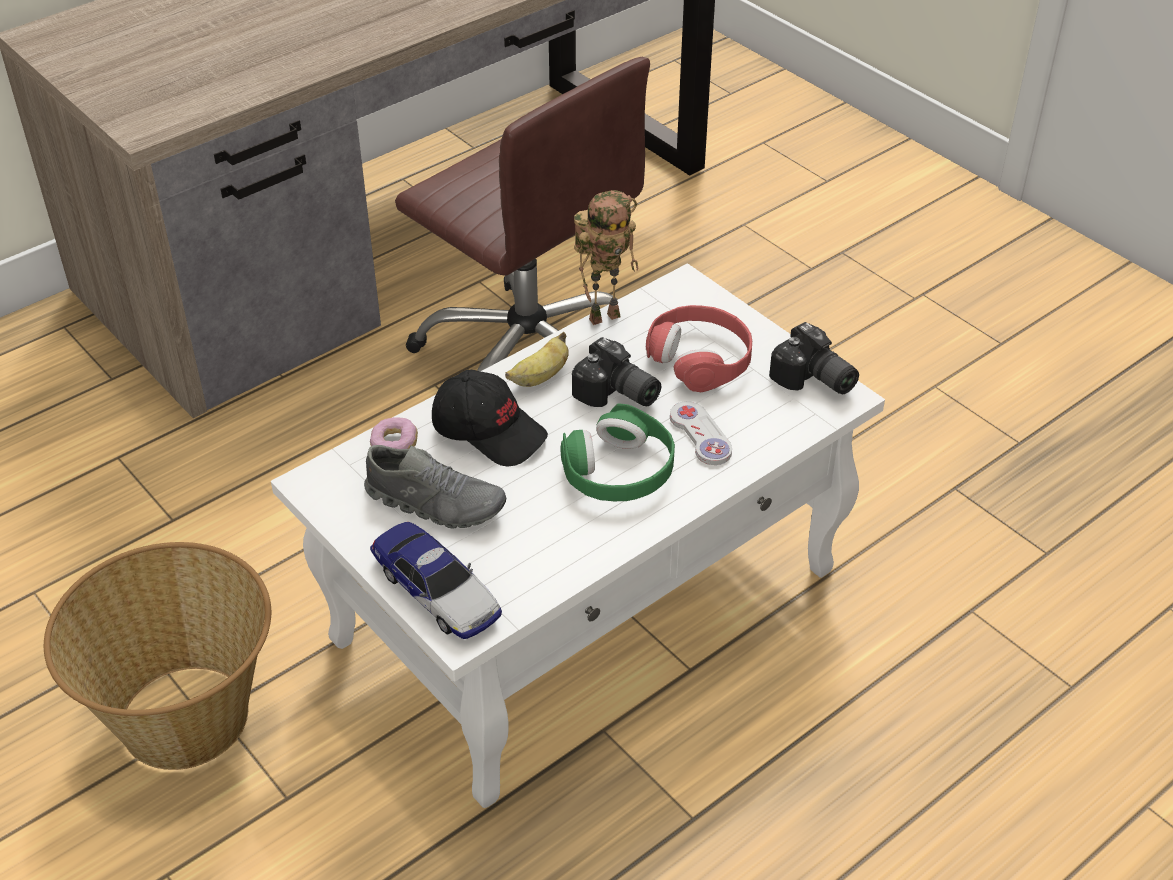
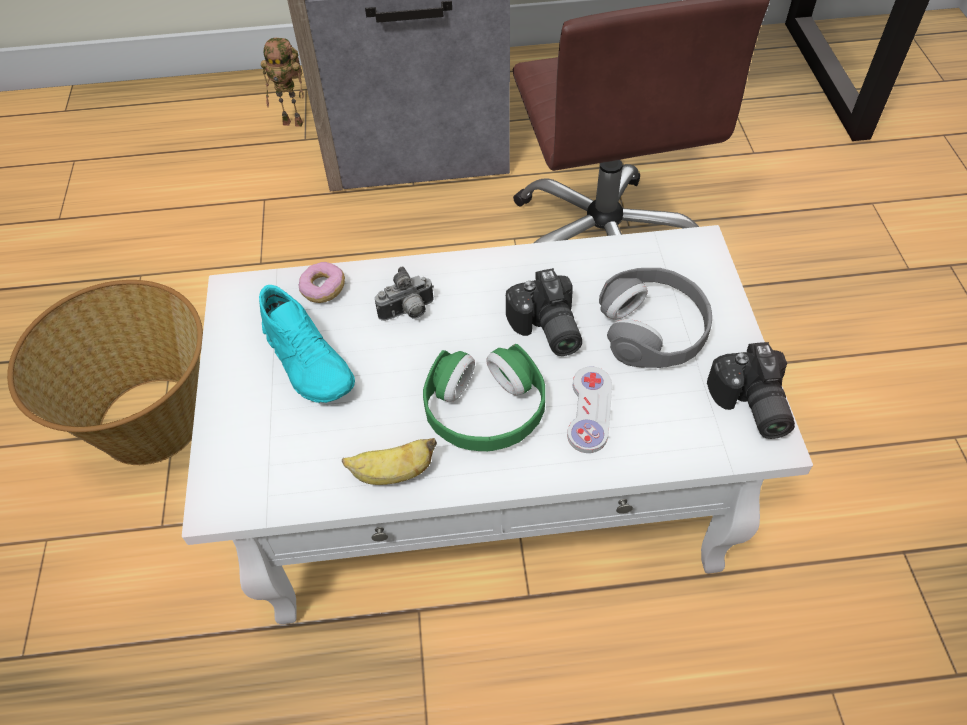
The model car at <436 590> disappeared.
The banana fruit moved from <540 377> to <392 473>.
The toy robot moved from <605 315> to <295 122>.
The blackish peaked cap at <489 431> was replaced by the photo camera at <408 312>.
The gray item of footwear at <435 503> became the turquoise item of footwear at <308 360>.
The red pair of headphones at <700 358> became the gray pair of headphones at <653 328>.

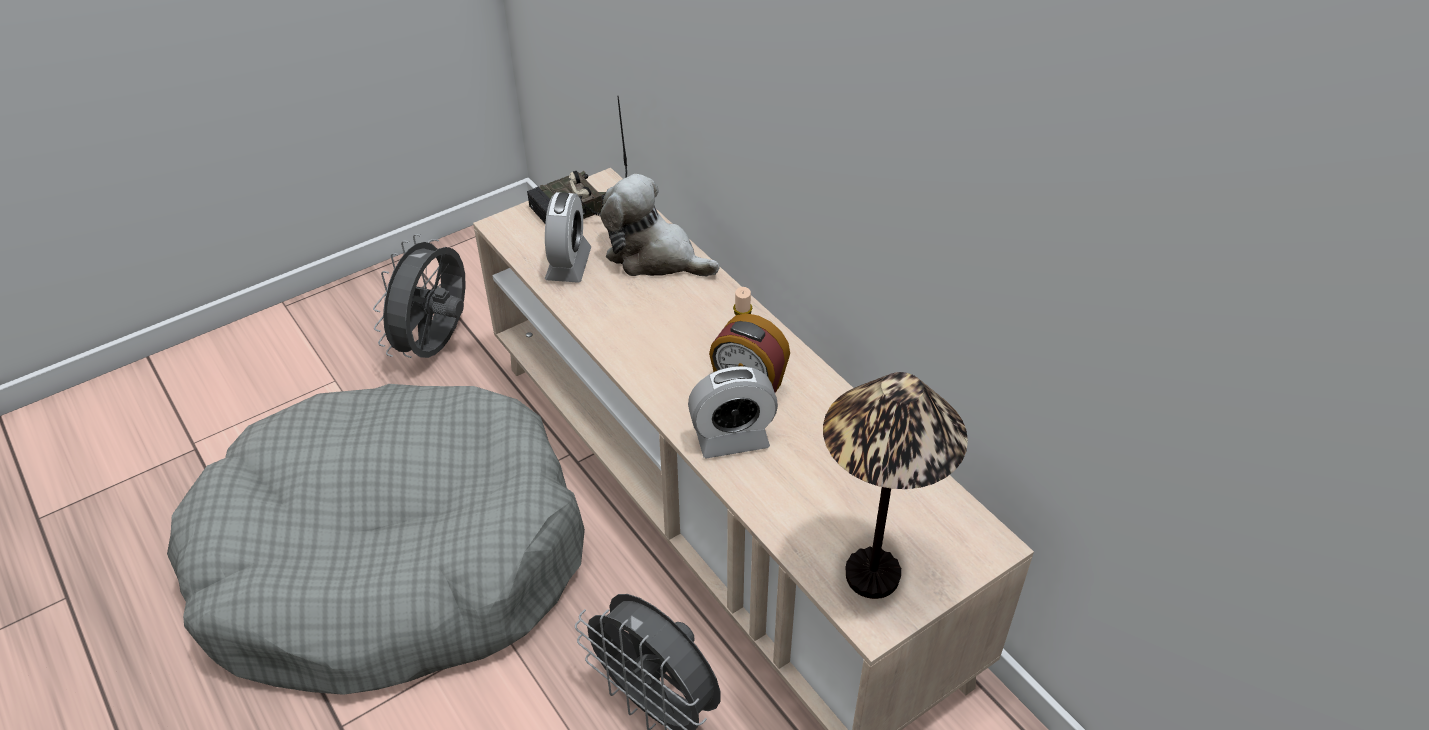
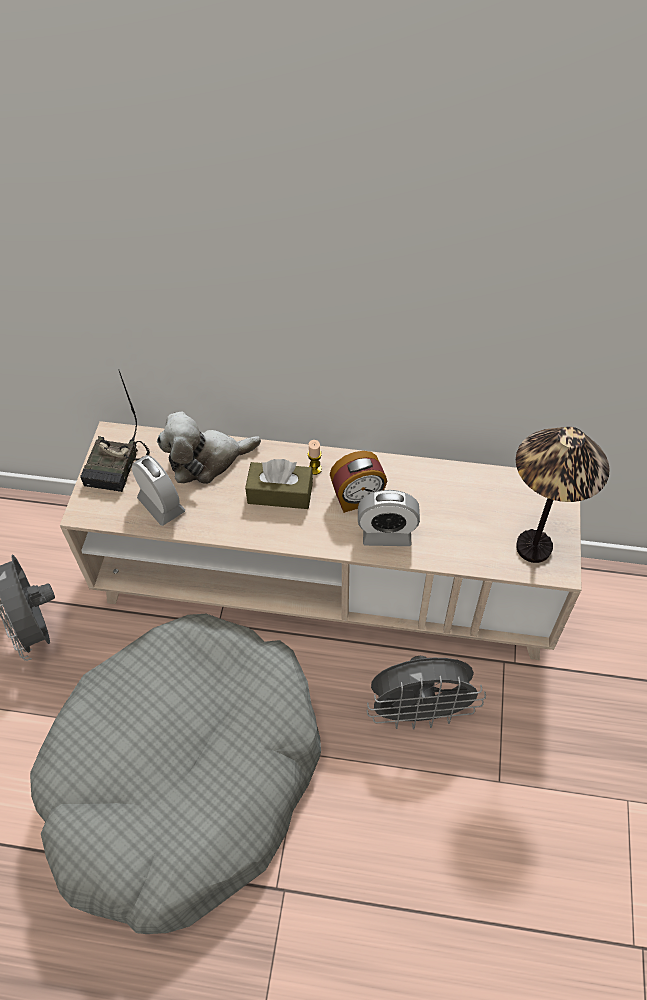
The brown-coloured box of tissues at <280 493> appeared.
The bedside clock at <732 439> turned 60 degrees clockwise.

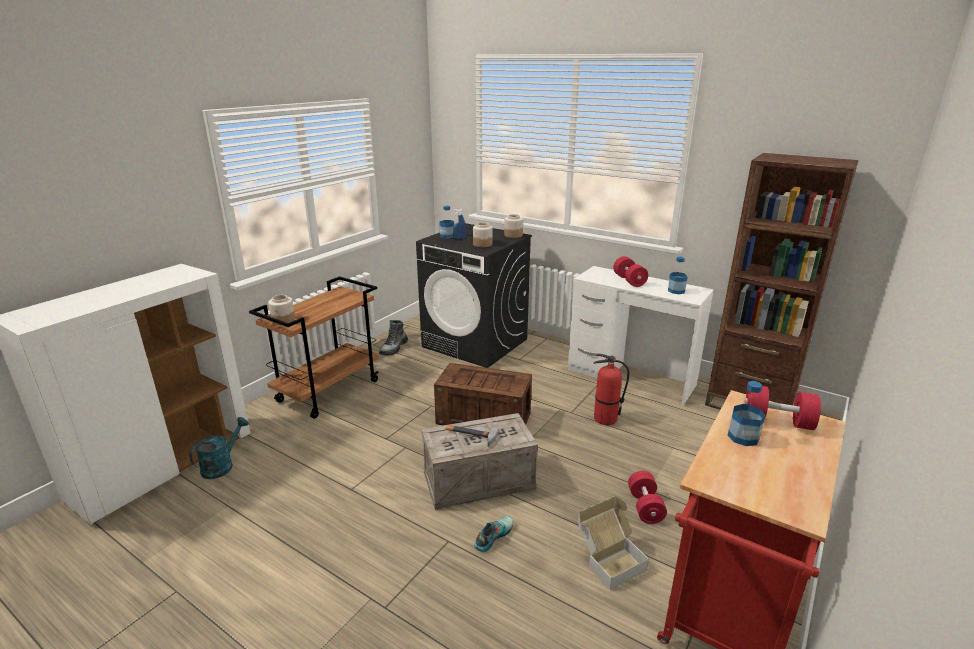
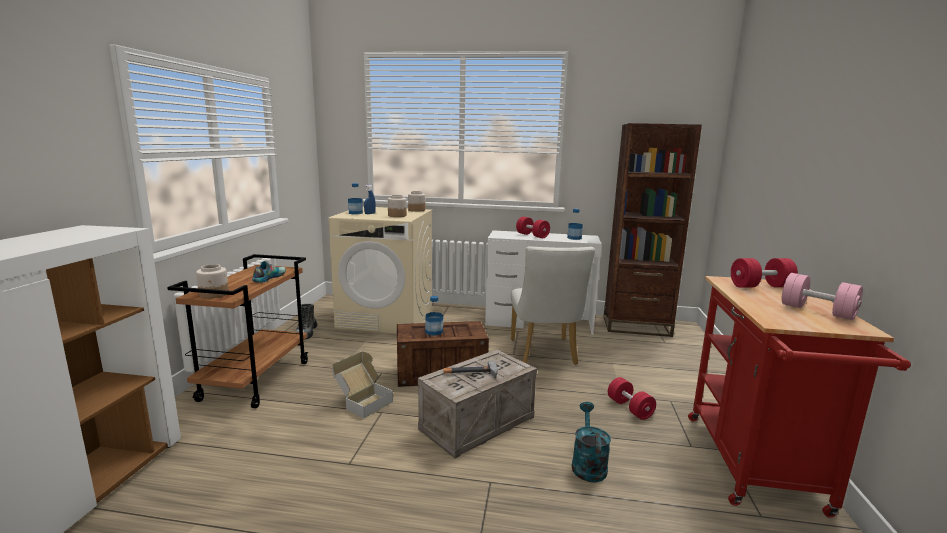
The pinkish hand weight at <817 311> appeared.
The turquoise watering pot moved from <222 465> to <587 464>.
The item of footwear moved from <493 535> to <268 277>.
The cardboard box moved from <609 559> to <362 402>.
The beverage bottle moved from <743 437> to <434 332>.
The fire-fighting cylinder at <605 419> was replaced by the whitish chair at <544 354>.
The blackish washing machine at <475 343> became the beige-coloured washing machine at <386 318>.

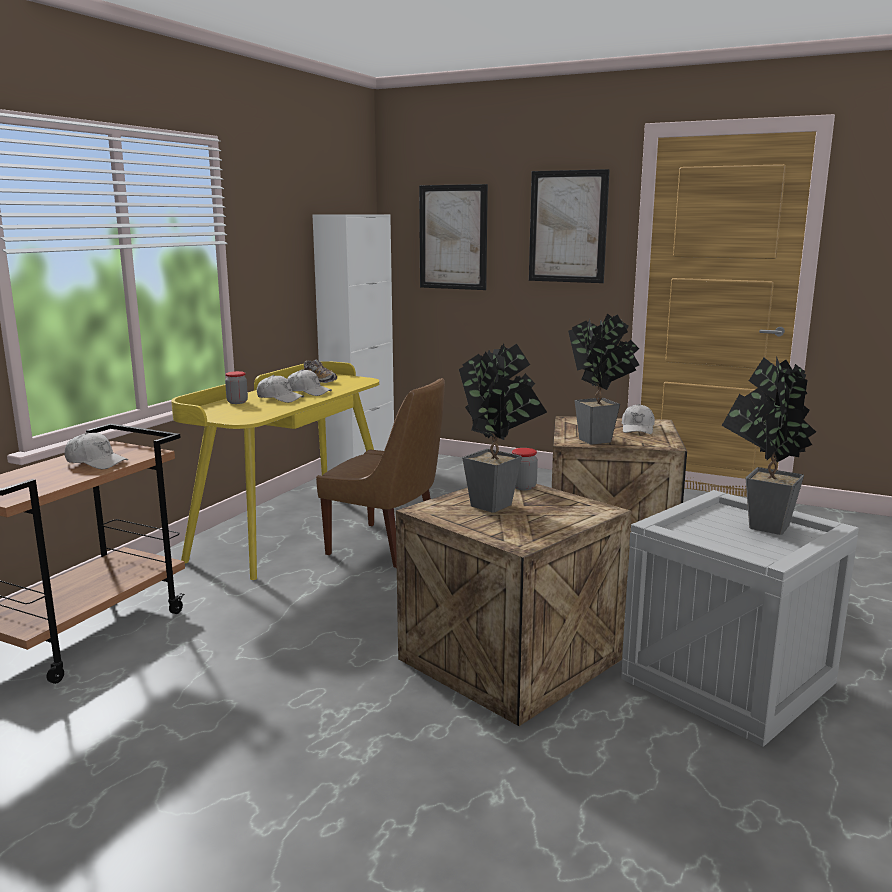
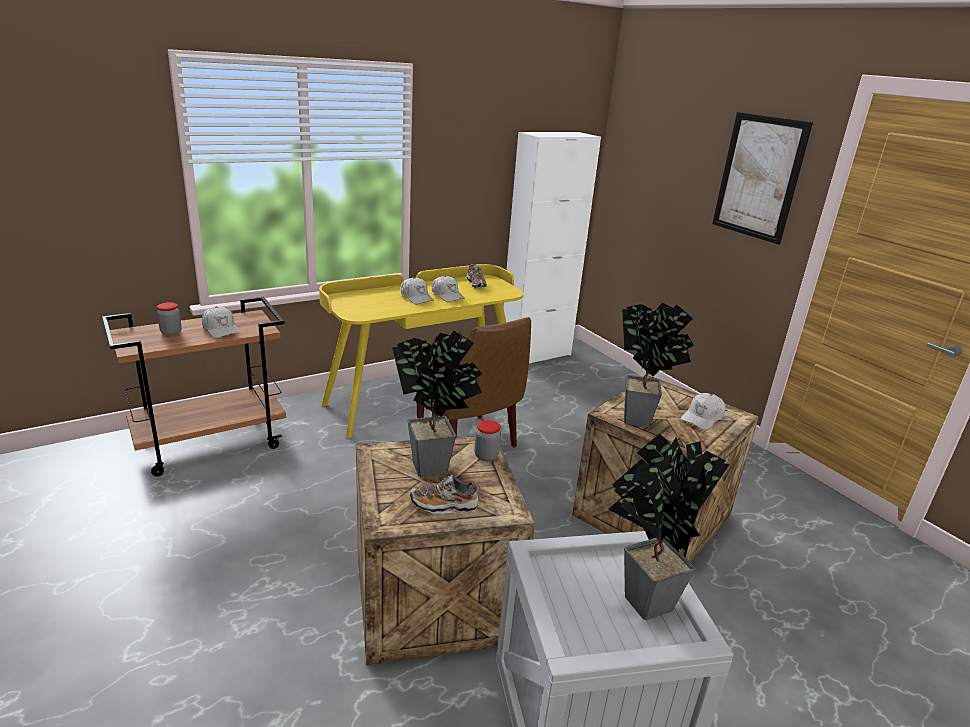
The wall picture at <453 237> disappeared.
The item of footwear at <444 505> appeared.
The preserve jar moved from <237 402> to <171 332>.

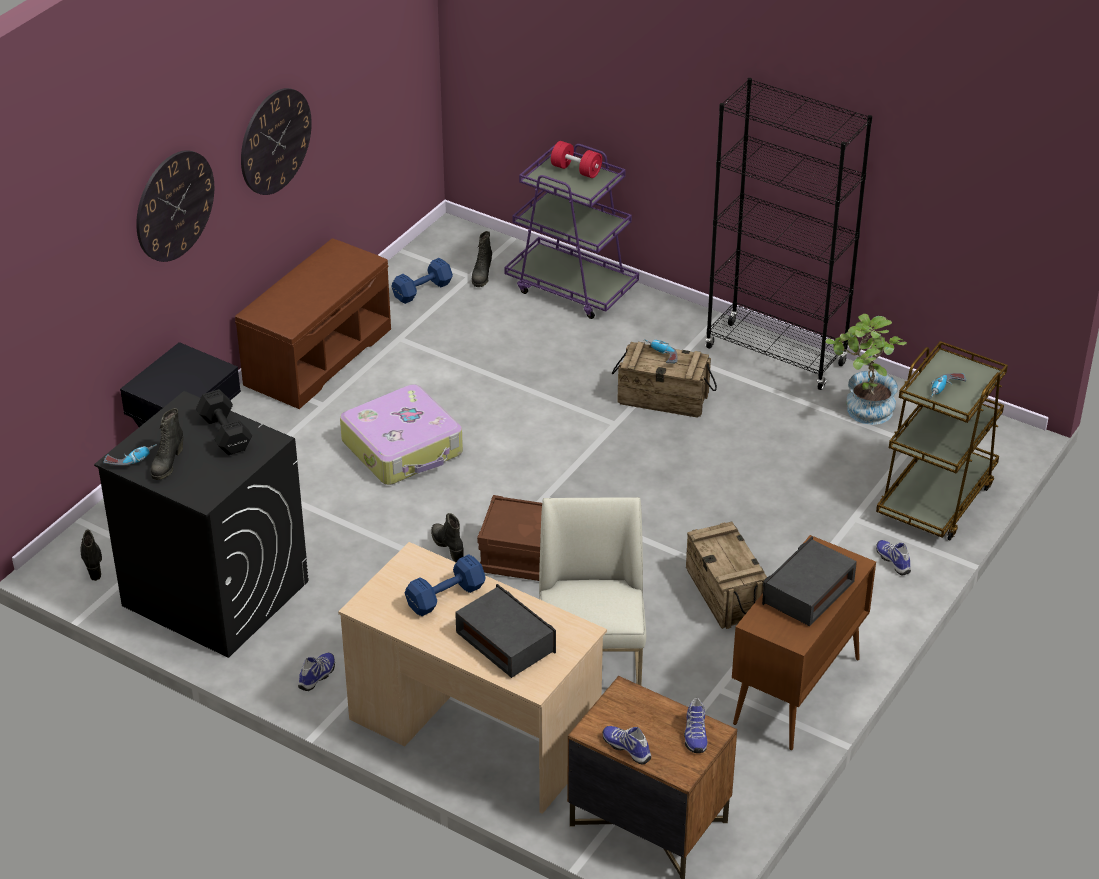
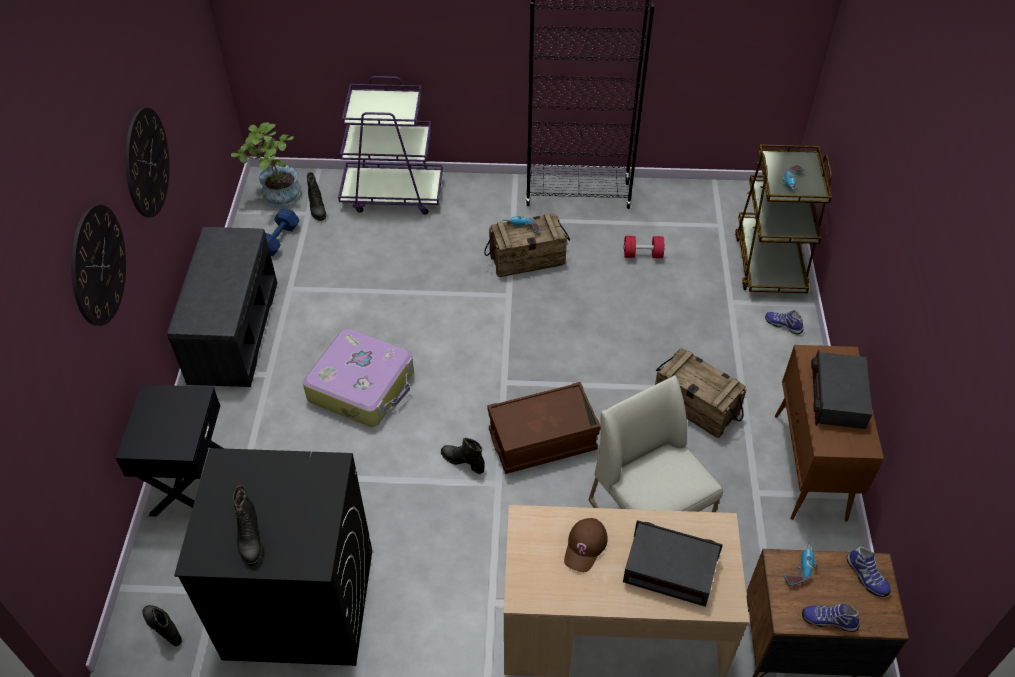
The blackish hand weight at <225 435> disappeared.
The item of footwear at <318 676> disappeared.
The electric drill moved from <131 459> to <799 566>.
The red hand weight moved from <576 170> to <642 254>.
The houseplant moved from <862 411> to <277 197>.
The bluish hand weight at <447 596> was replaced by the brown-coloured peaked cap at <585 546>.
The brown-coloured bench at <317 355> became the gray bench at <232 330>.

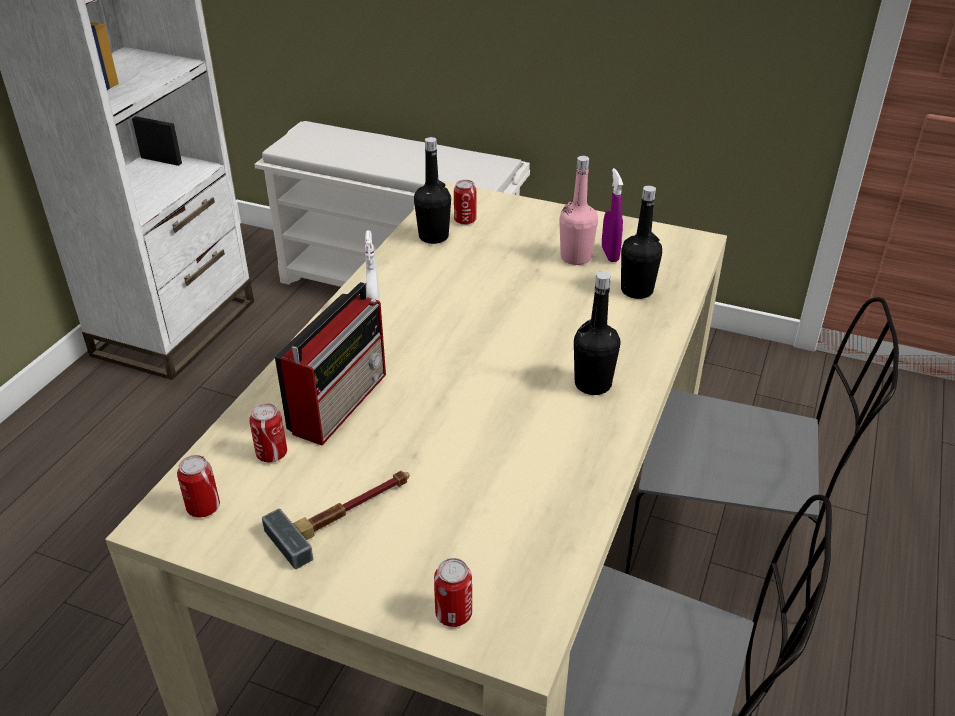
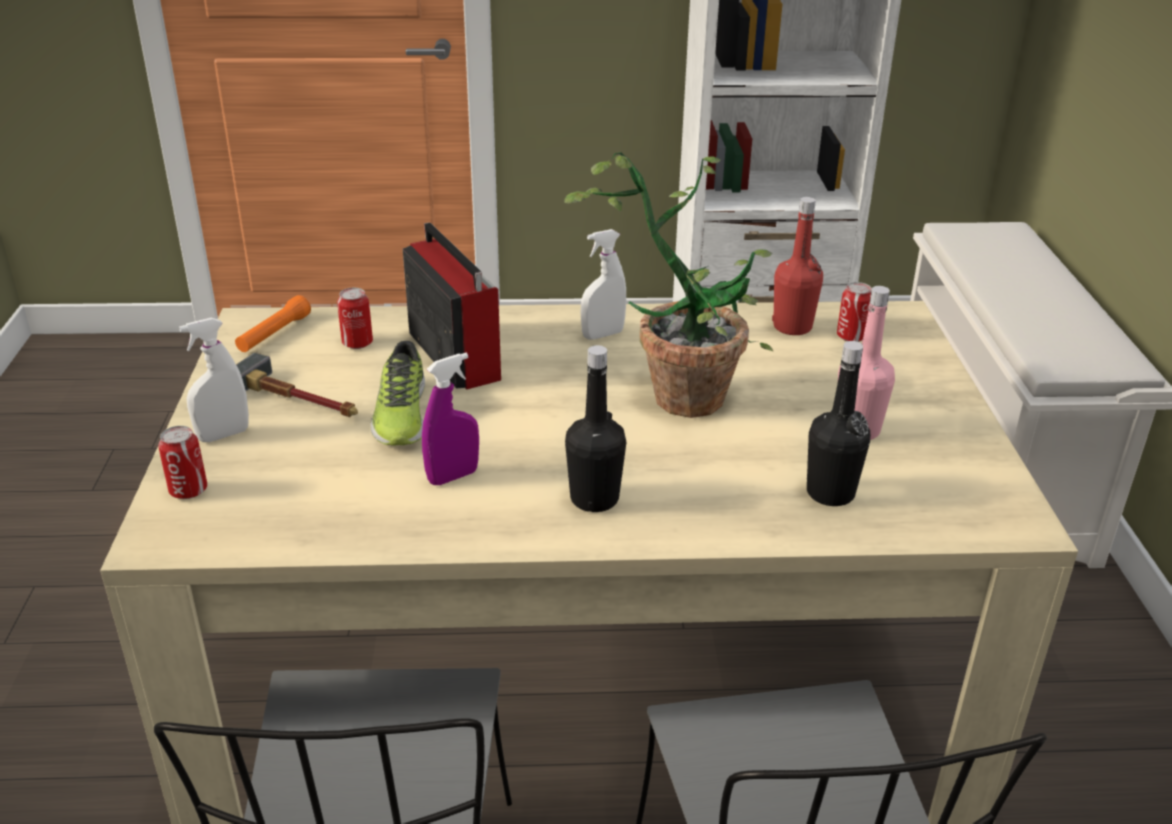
The whitish spray bottle at <223 435> appeared.
The item of footwear at <400 415> appeared.
The houseplant at <683 388> appeared.
The purple-coloured spray bottle moved from <610 254> to <453 476>.
The sealed can at <203 507> was replaced by the orangey hand torch at <274 334>.
The blackish beverage bottle at <433 237> became the red beverage bottle at <792 327>.
The radio set at <340 401> turned 120 degrees counterclockwise.

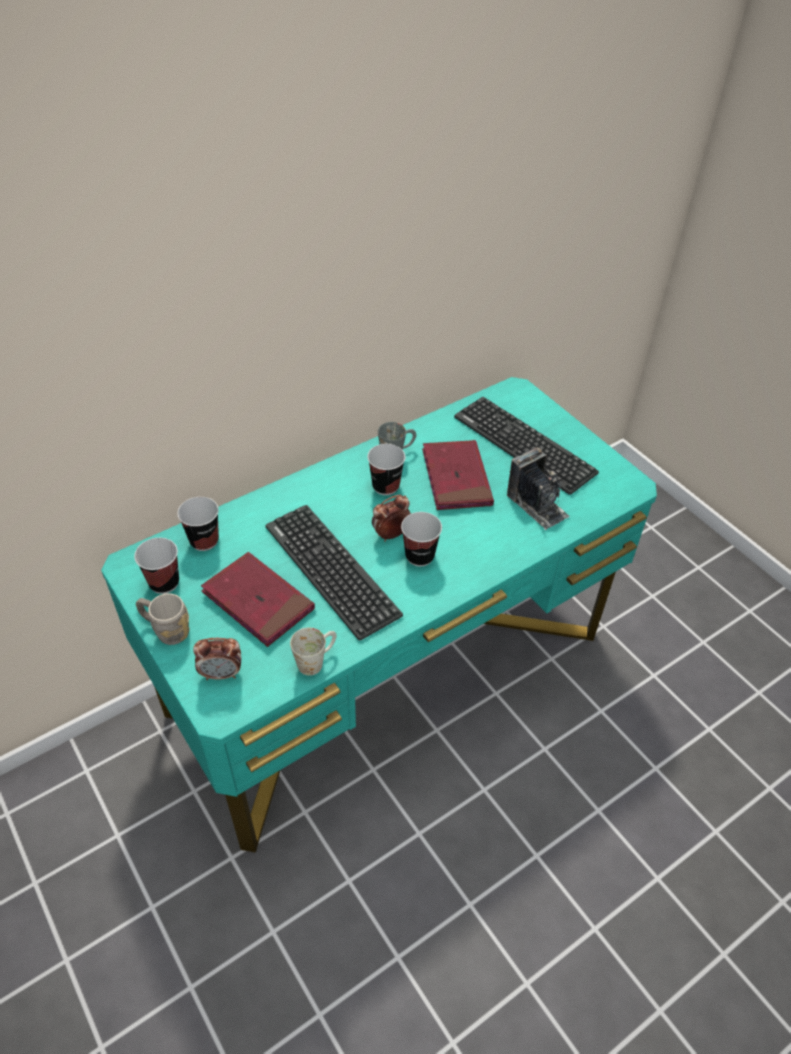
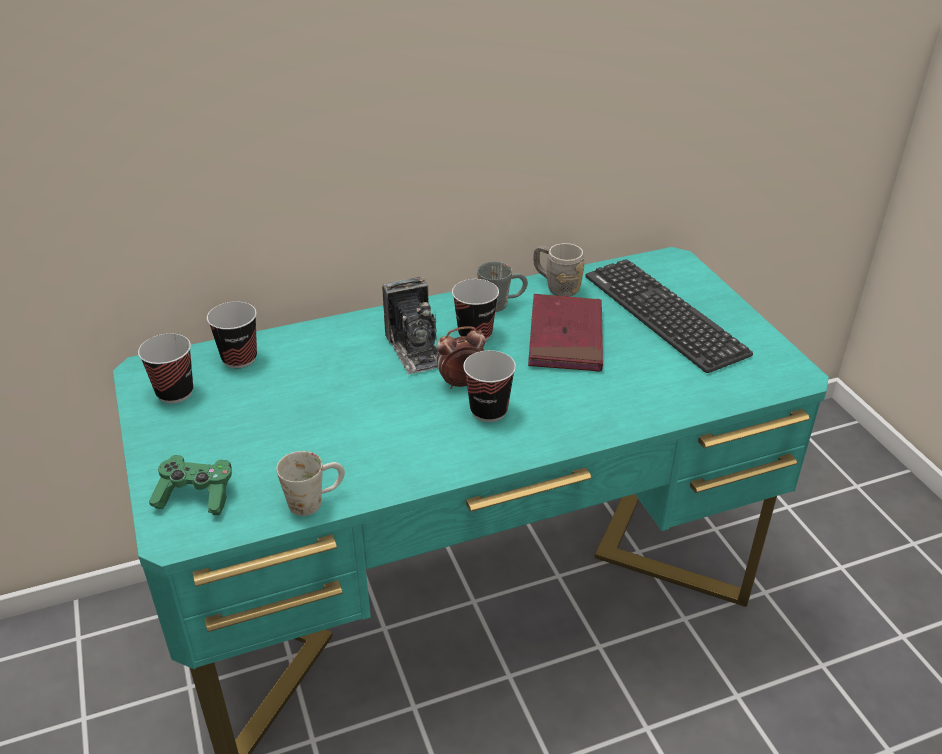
The red book at <258 601> disappeared.
The PC keyboard at <331 570> disappeared.
The gray coffee mug moved from <166 630> to <556 286>.
The photo camera moved from <537 505> to <415 349>.
The bedside clock at <222 673> was replaced by the greenish gamepad at <196 495>.

